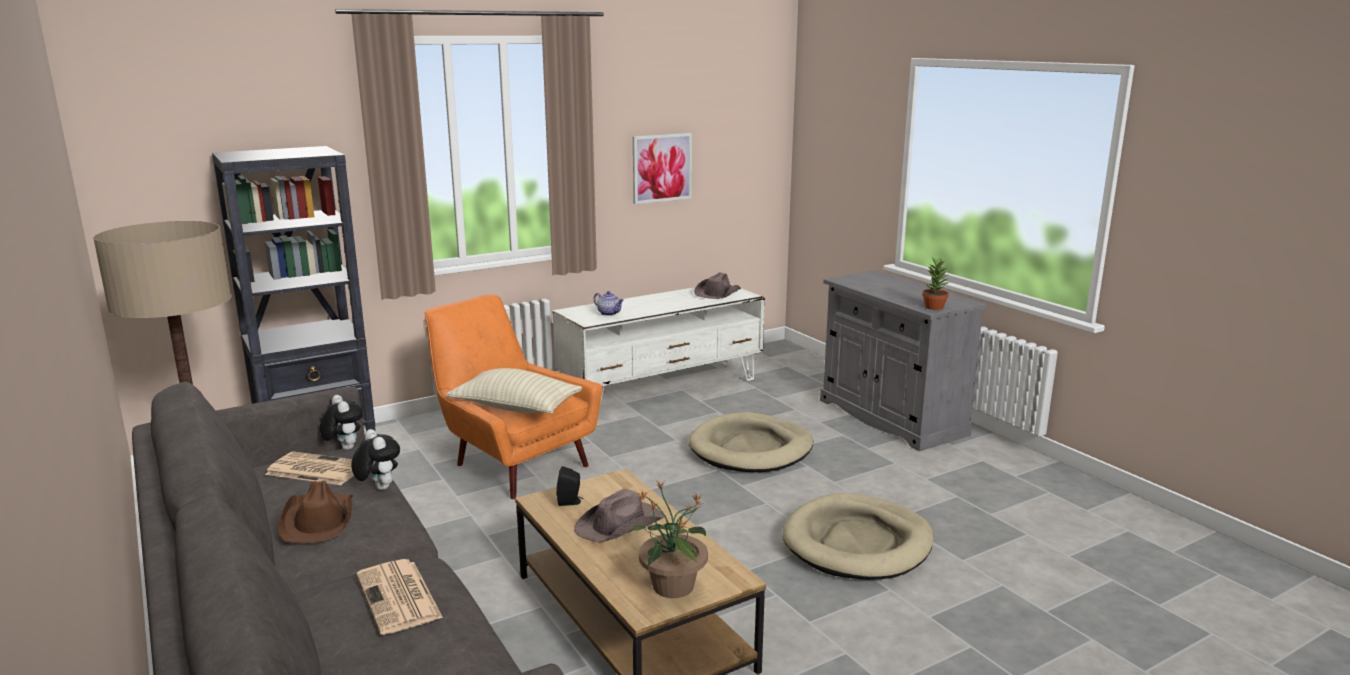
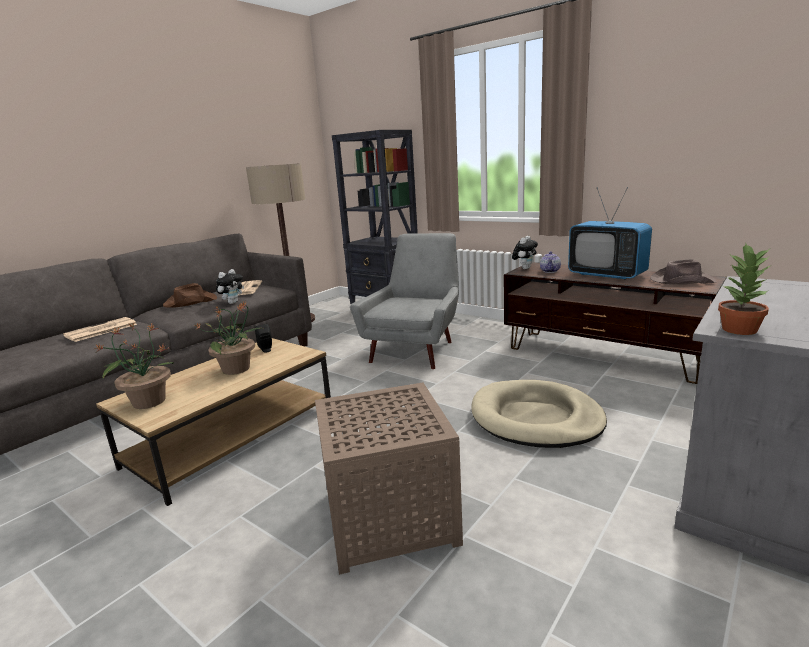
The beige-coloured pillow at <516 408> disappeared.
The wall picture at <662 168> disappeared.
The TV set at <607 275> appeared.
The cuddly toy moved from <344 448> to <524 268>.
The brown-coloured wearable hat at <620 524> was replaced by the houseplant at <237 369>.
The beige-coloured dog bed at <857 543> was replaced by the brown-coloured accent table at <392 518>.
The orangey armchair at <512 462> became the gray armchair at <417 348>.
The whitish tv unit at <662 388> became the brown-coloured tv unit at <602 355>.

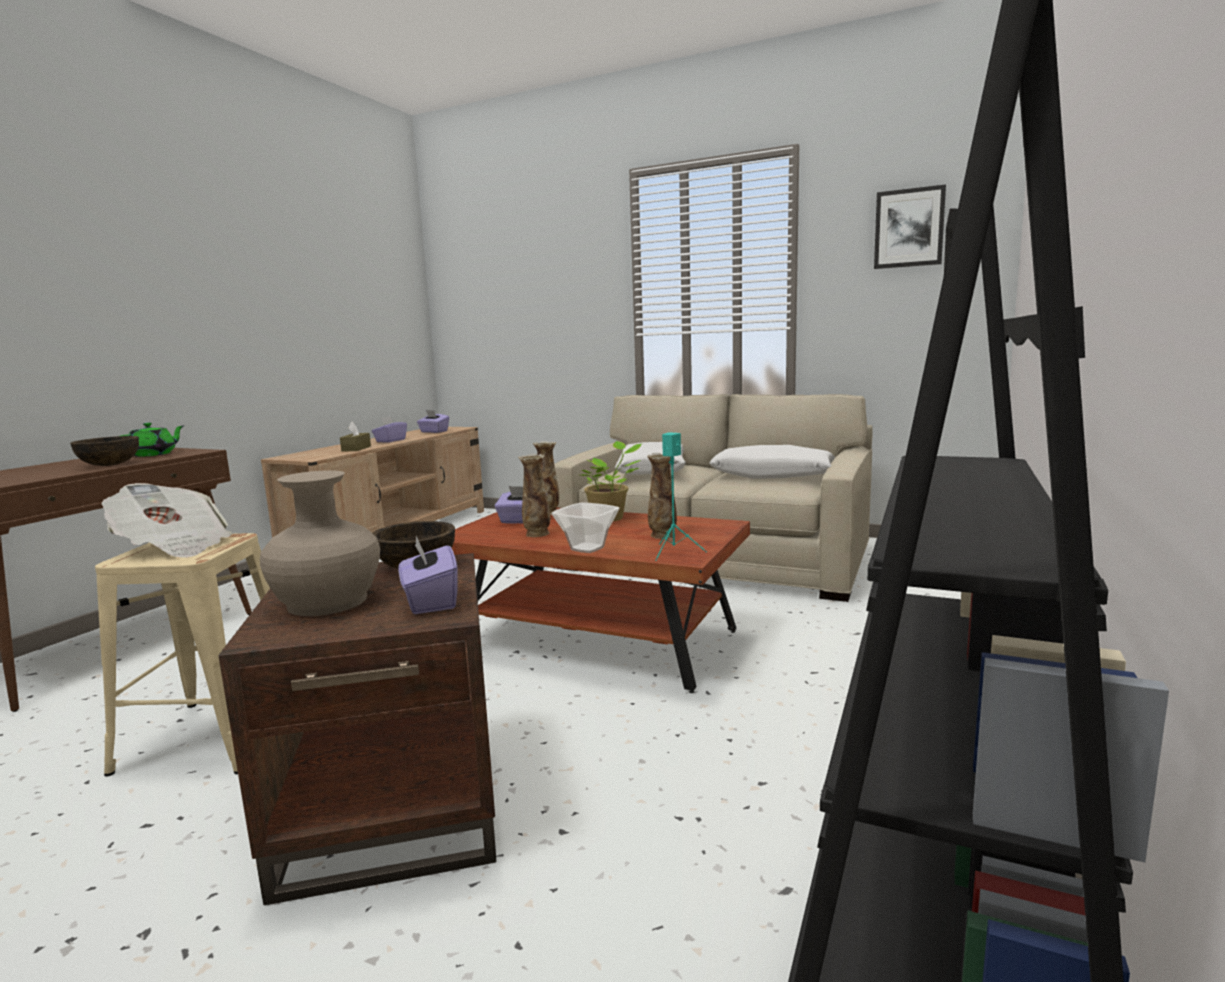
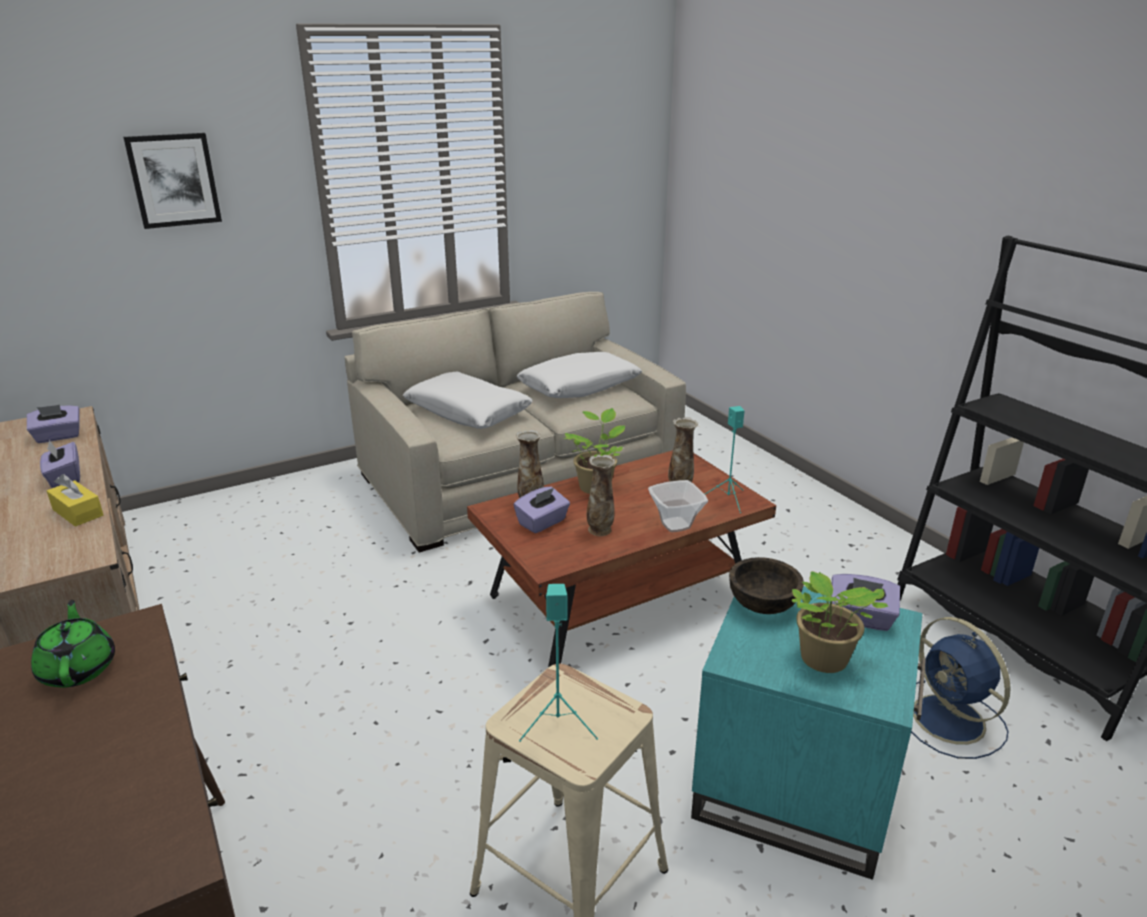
The brown-coloured deep dish at <110 465> disappeared.
The bluish cooling fan at <951 721> appeared.
The wall picture moved from <909 228> to <174 180>.
The newspaper at <173 547> was replaced by the turquoise speaker at <559 723>.
The beige-coloured flower vase at <327 601> was replaced by the houseplant at <823 661>.
The brown-coloured accent table at <396 808> became the turquoise accent table at <794 784>.
The brown-coloured box of tissues at <356 448> became the yellow-coloured box of tissues at <78 512>.

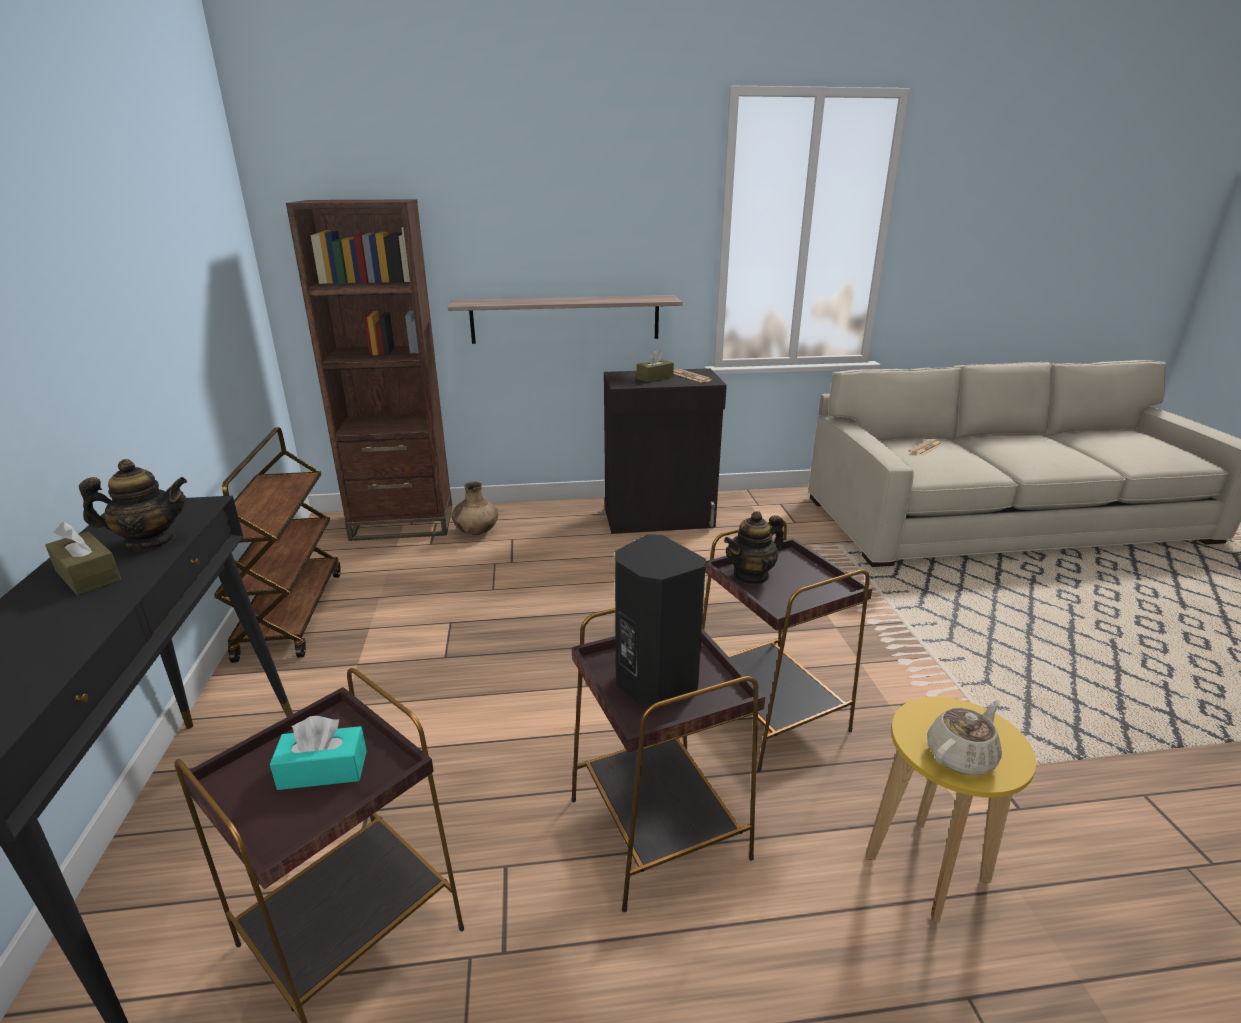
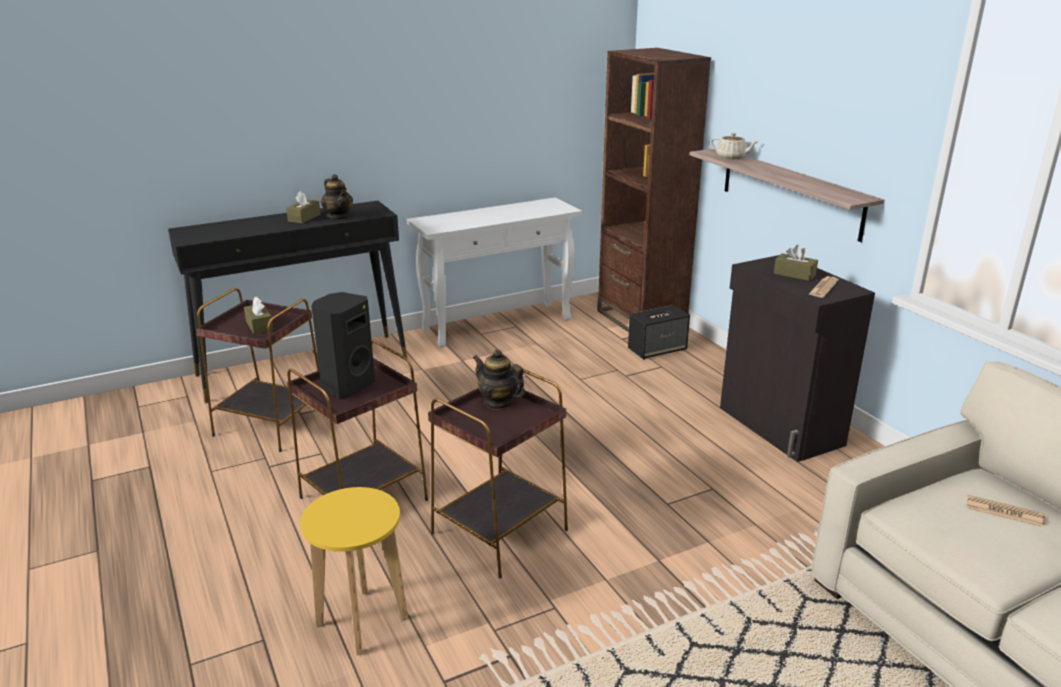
The beige-coloured pot for tea moved from <961 756> to <732 157>.
The brown-coloured wheeled cart at <290 613> was replaced by the whitish console table at <498 324>.
The brown-coloured flower vase at <476 532> was replaced by the speaker at <657 350>.
The turquoise box of tissues at <323 770> became the brown-coloured box of tissues at <259 325>.

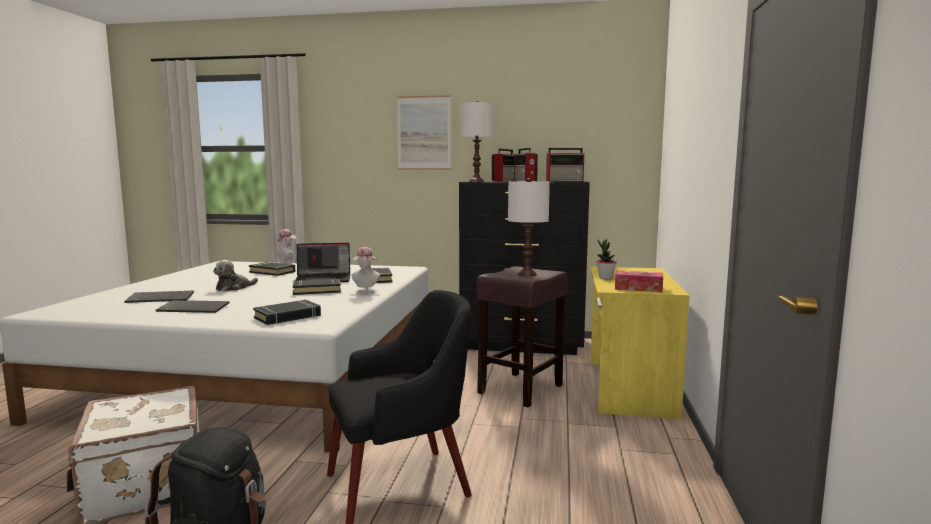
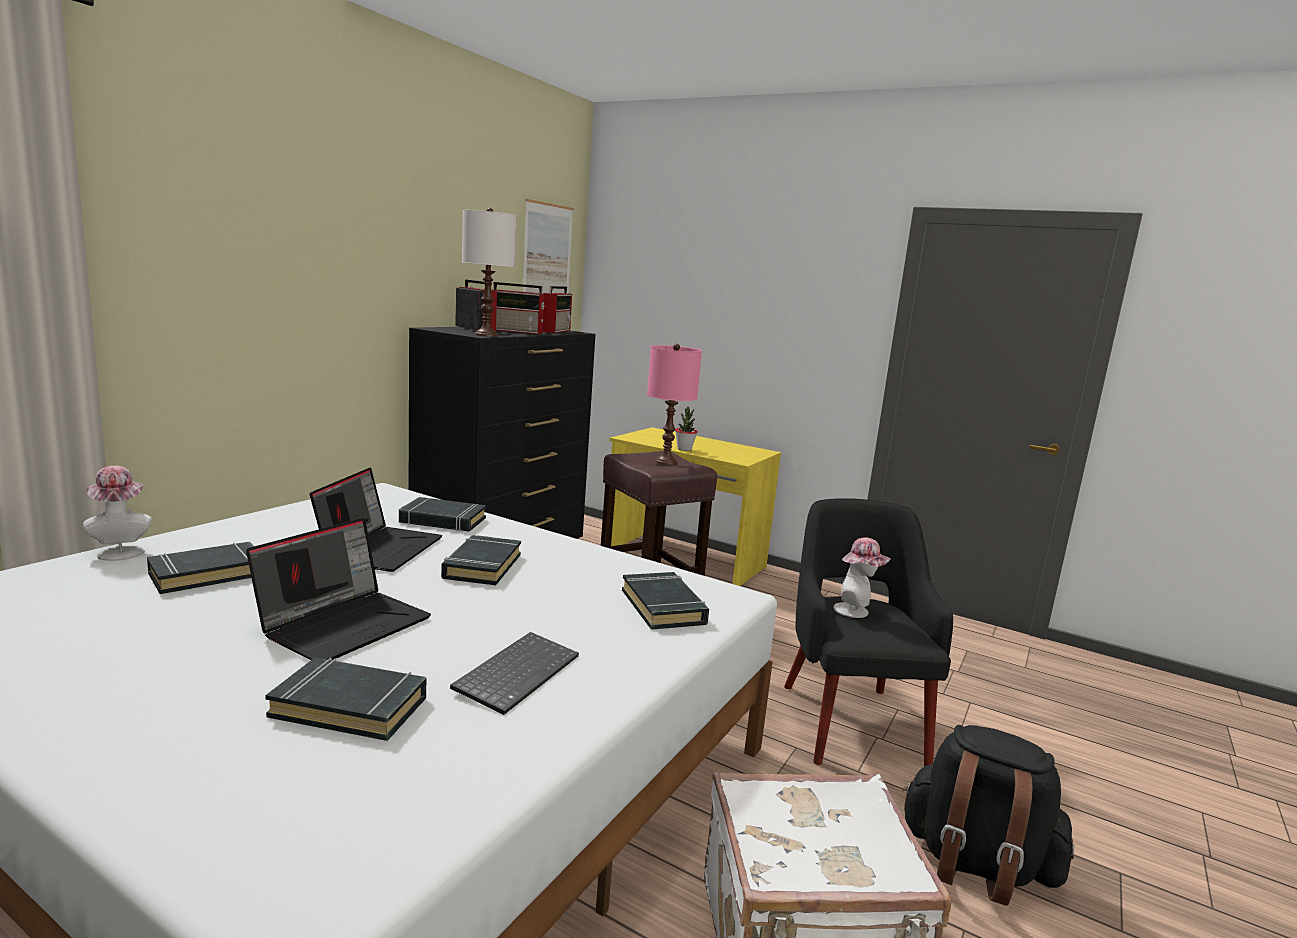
The box of tissues at <638 288> disappeared.
The wearable hat moved from <365 292> to <856 611>.
The wall picture moved from <424 133> to <547 255>.
The PC keyboard at <161 298> was replaced by the blackish book at <350 706>.
The cuddly toy at <234 288> was replaced by the laptop at <345 624>.
The whitish tabletop lamp at <527 274> became the pinkish tabletop lamp at <666 462>.

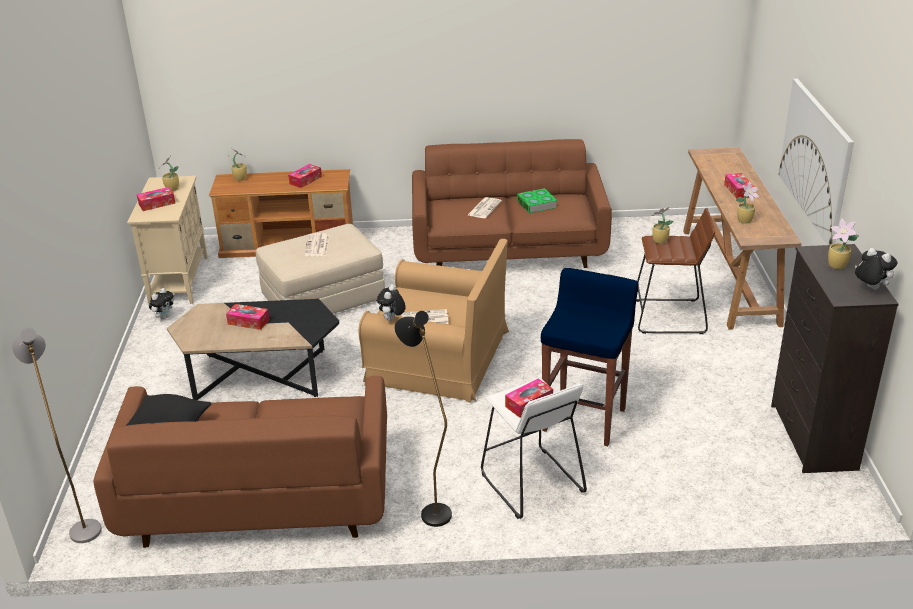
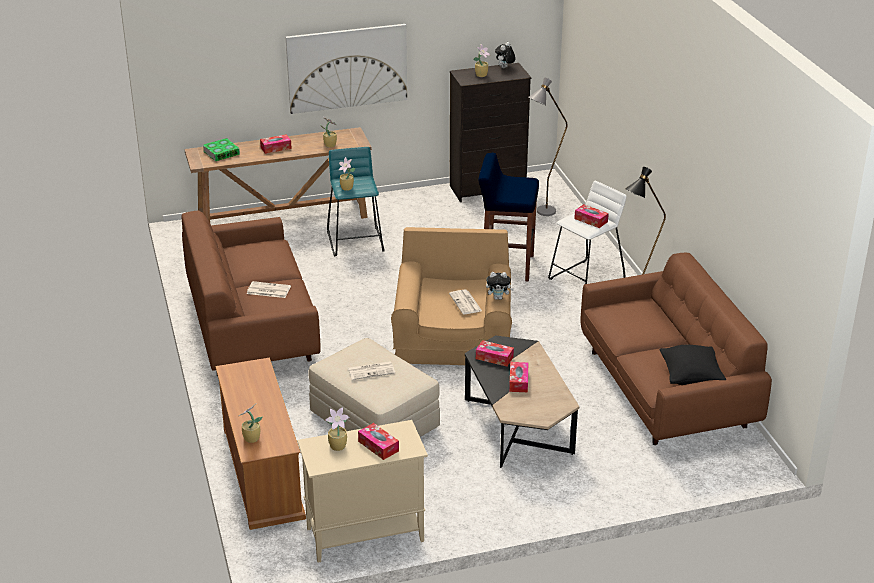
The cuddly toy at <164 317> disappeared.
The gray standing lamp moved from <82 525> to <541 214>.
The box of tissues moved from <305 180> to <494 358>.
The book moved from <536 204> to <221 153>.
The brown-coloured sitting stool at <669 317> became the turquoise sitting stool at <356 241>.

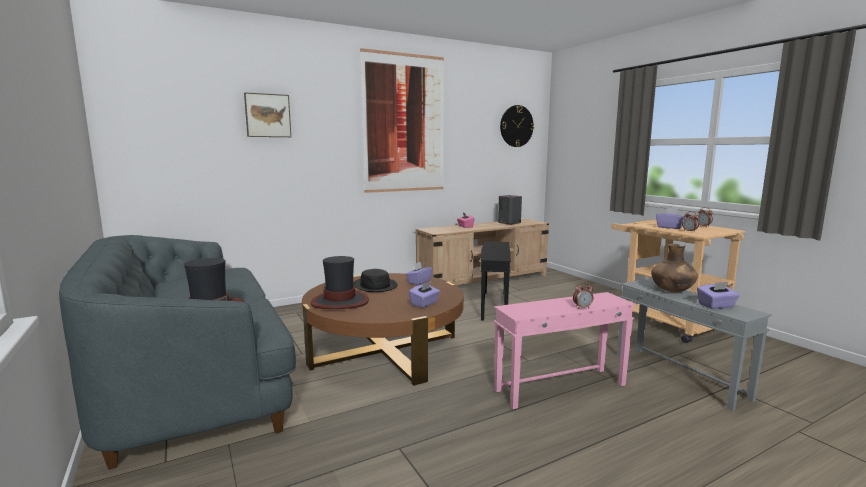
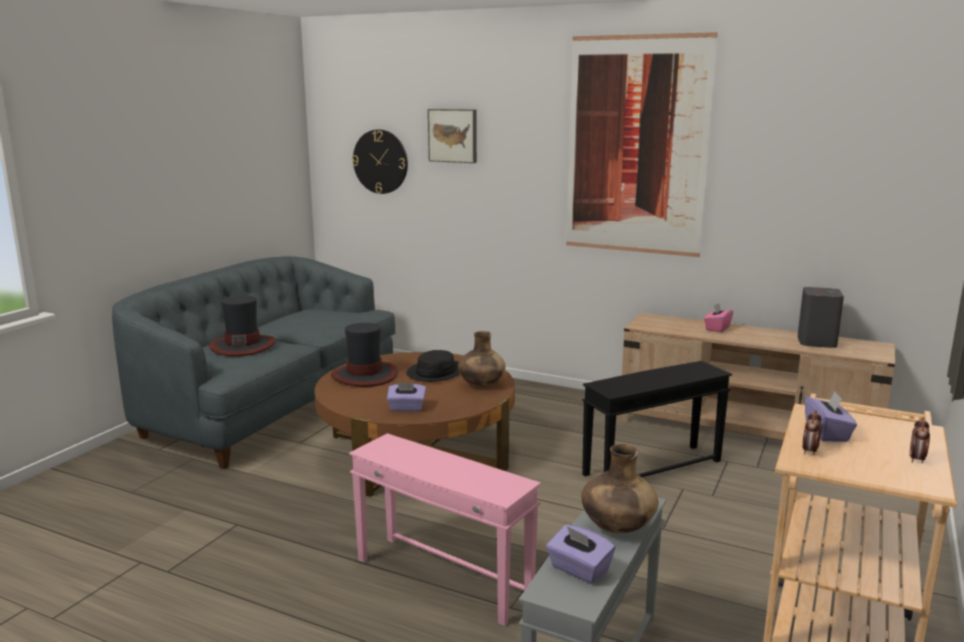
The bedside clock at <582 307> disappeared.
The hanging clock moved from <516 126> to <380 161>.
The purple-coloured box of tissues at <419 282> was replaced by the brown-coloured flower vase at <481 385>.

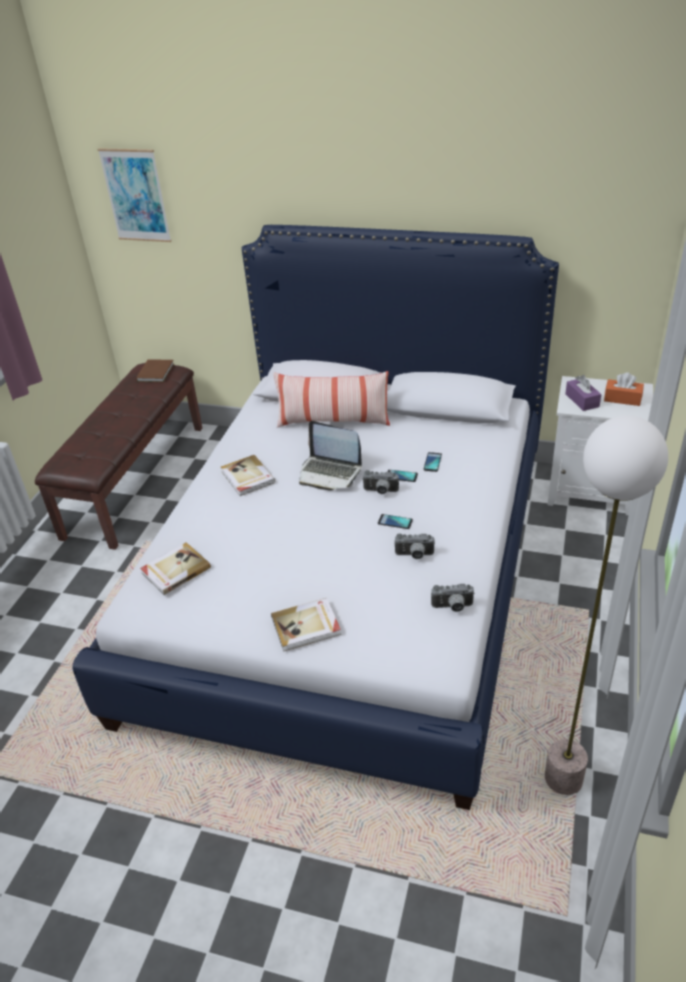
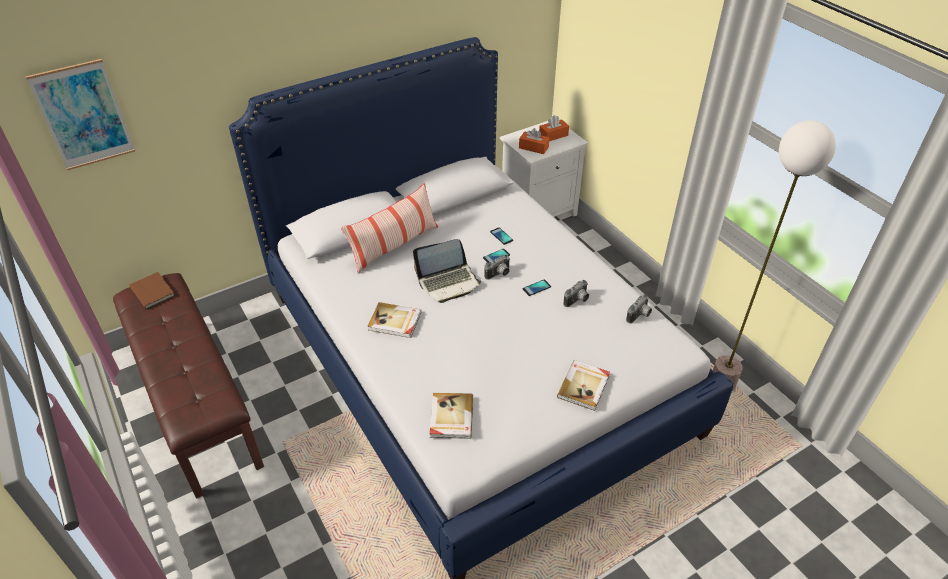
The purple-coloured box of tissues at <582 400> became the orangey box of tissues at <533 147>.

